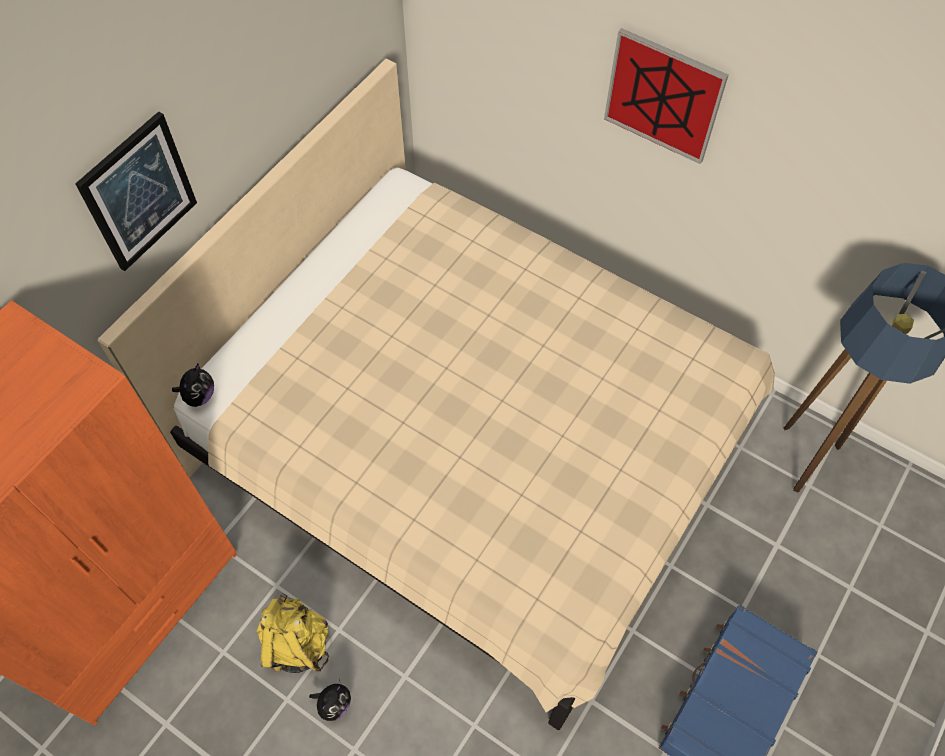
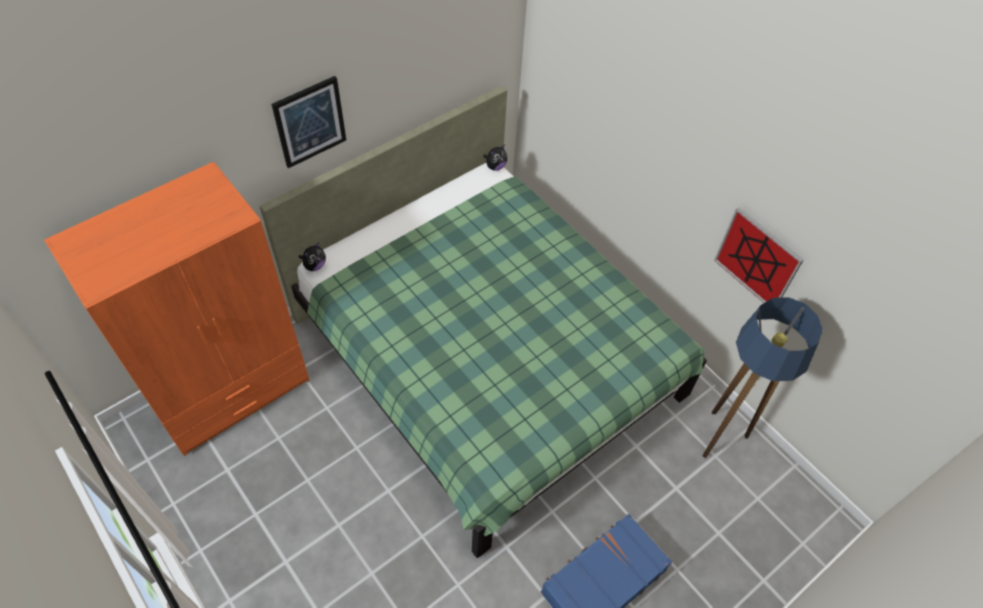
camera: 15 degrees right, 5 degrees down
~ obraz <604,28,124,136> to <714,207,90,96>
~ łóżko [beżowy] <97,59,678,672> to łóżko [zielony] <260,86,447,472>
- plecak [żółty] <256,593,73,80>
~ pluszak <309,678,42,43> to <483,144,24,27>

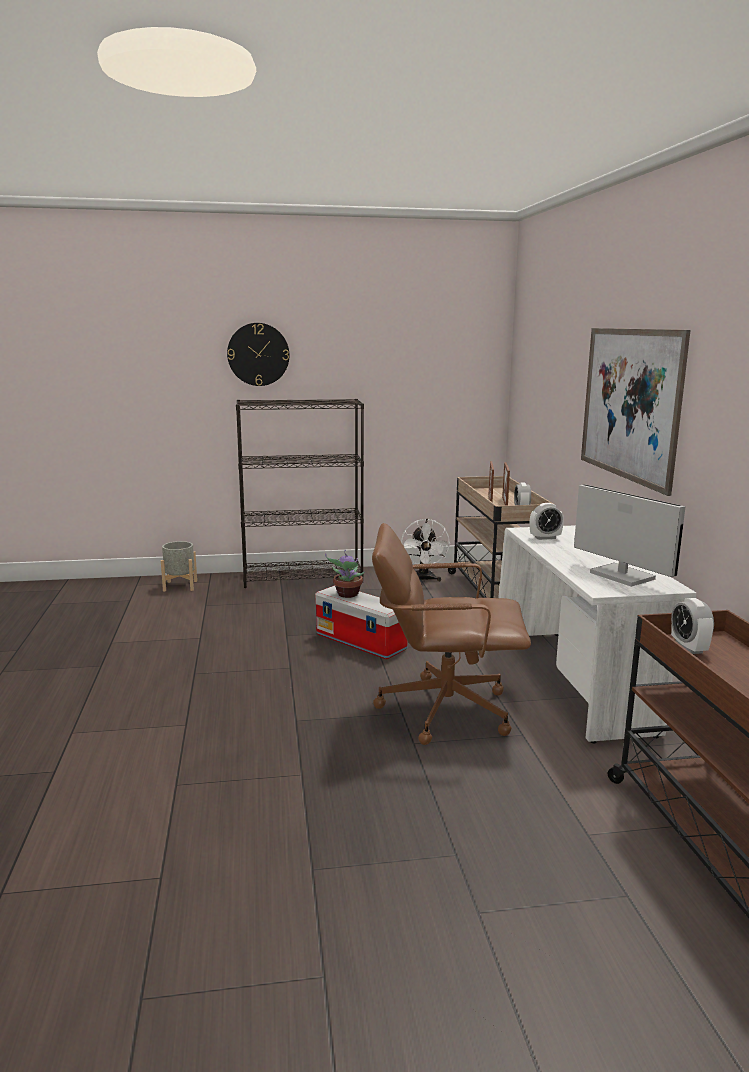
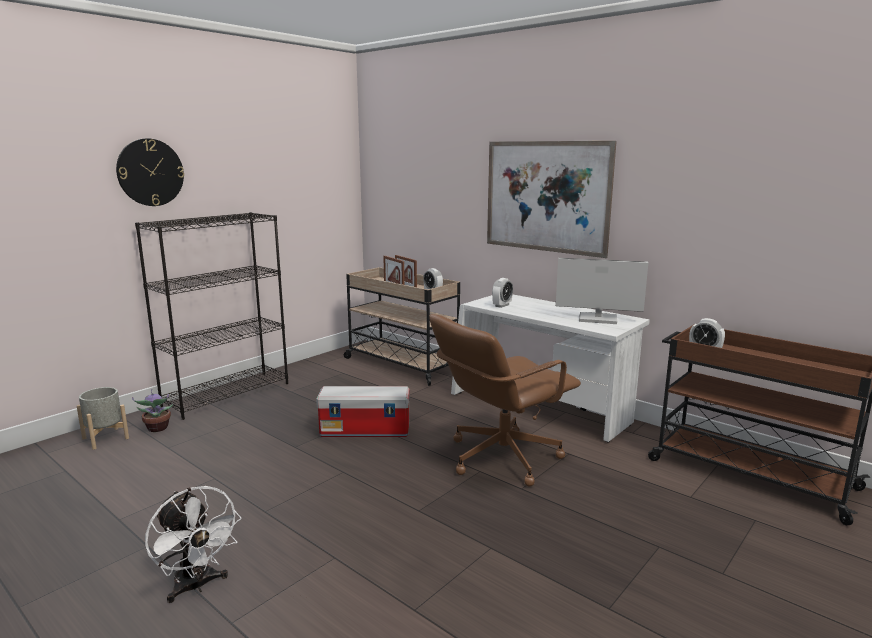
camera: 40 degrees left, 0 degrees up
~ wentylator [biały] <401,519,49,63> to <145,486,96,117>
~ roślina doniczkowa <325,550,40,48> to <132,389,41,43>

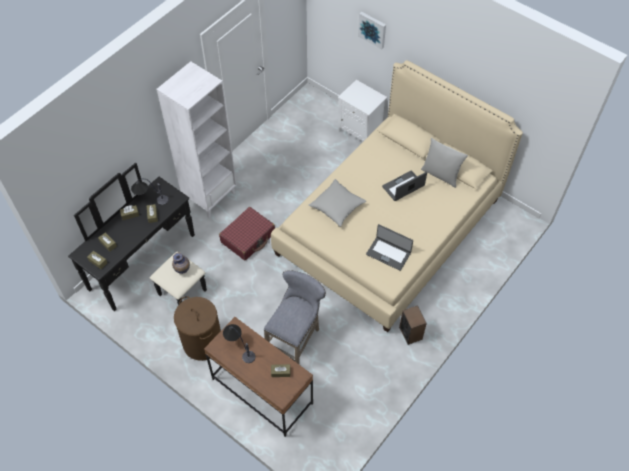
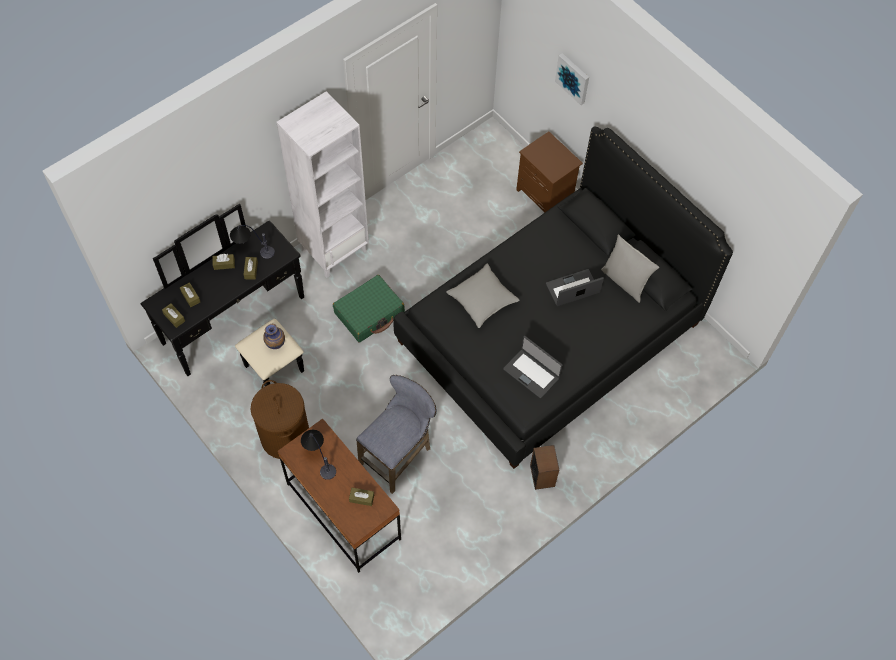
camera: 10 degrees right, 5 degrees up
~ łóżko [beżowy] <271,60,252,272> to łóżko [czarny] <393,126,340,343>
~ szafka nocna [biały] <338,80,49,61> to szafka nocna [brązowy] <516,131,67,81>
~ walizka [czerwony] <219,207,56,54> to walizka [zielony] <333,275,72,67>

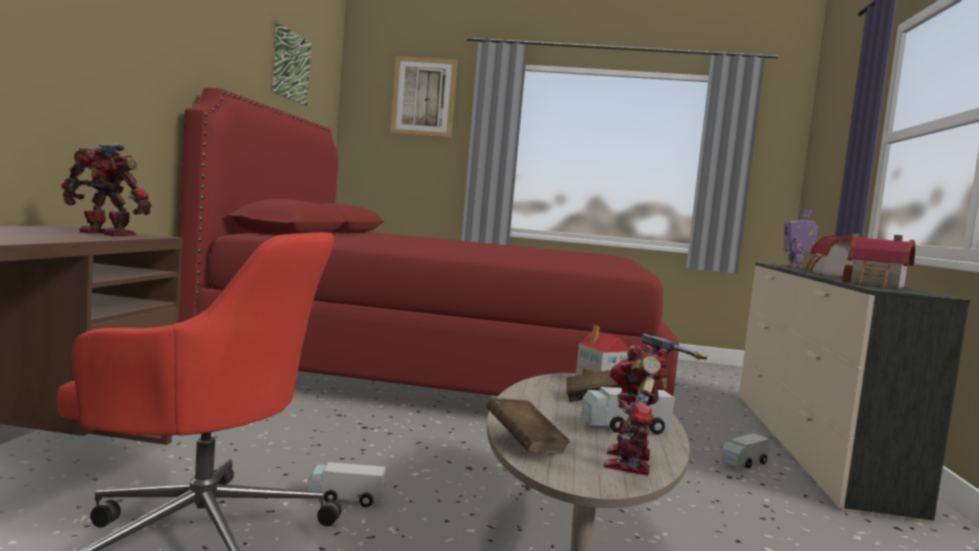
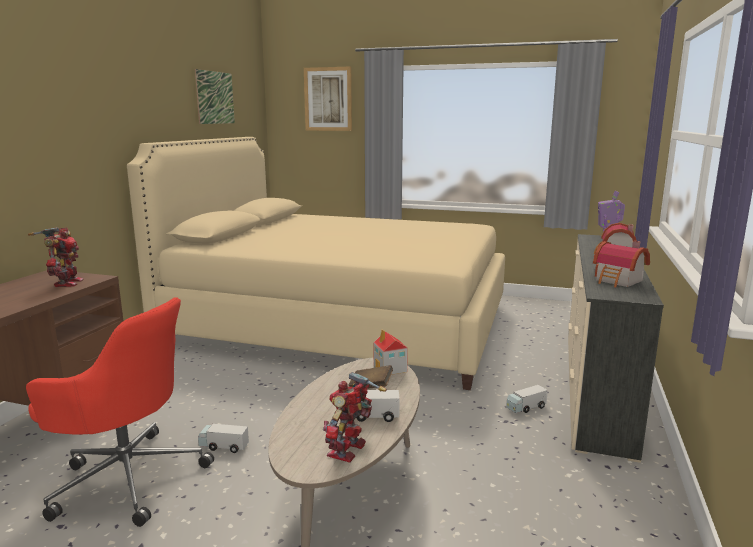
camera: 10 degrees right, 10 degrees up
~ łóżko [czerwony] <179,88,500,308> to łóżko [beżowy] <127,137,378,253>
~ robot zabawkowy <61,143,91,93> = <28,227,56,60> 60 degrees clockwise
- książka [brązowy] <486,398,84,55>

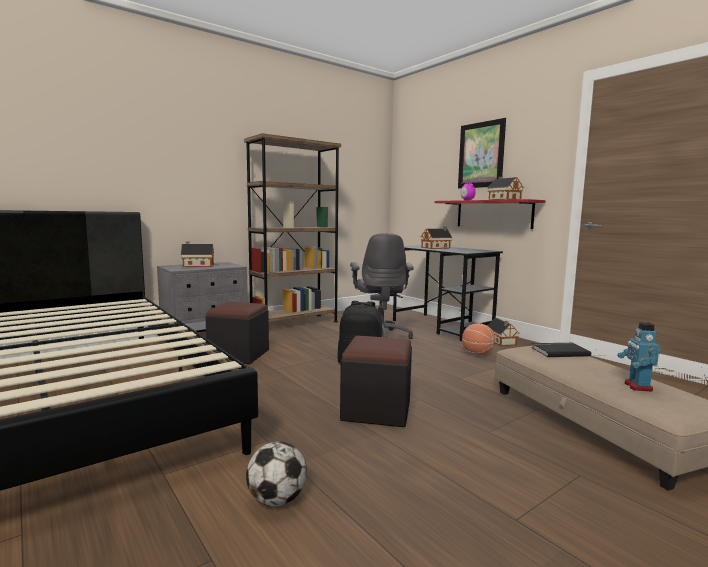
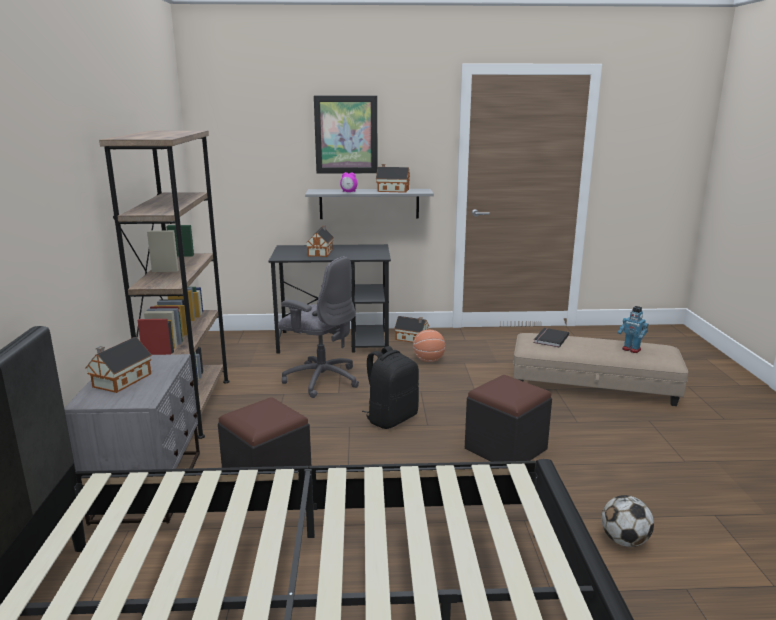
camera: 55 degrees left, 10 degrees up
~ półka [czerwony] <435,199,110,30> to półka [szary] <305,189,129,30>

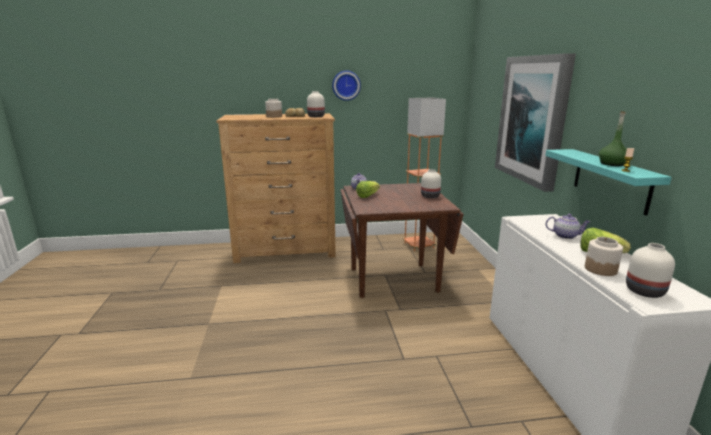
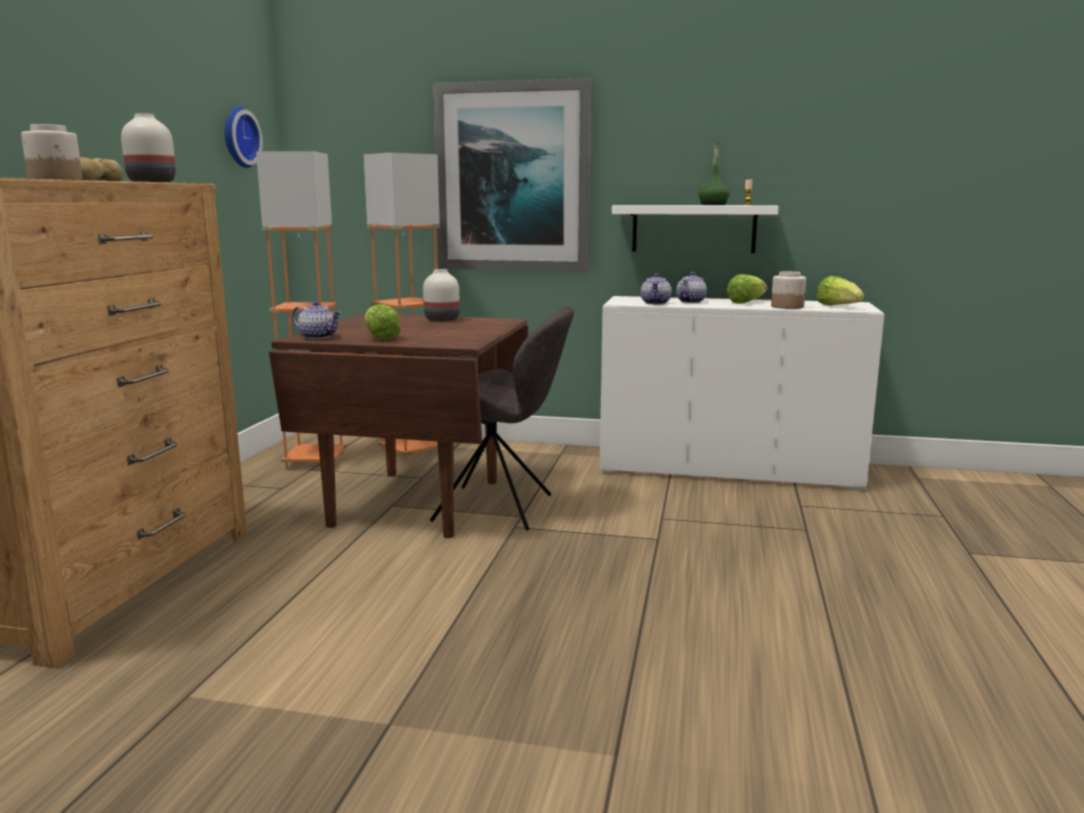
camera: 70 degrees left, 5 degrees down
~ zegar ścienny <332,70,29,31> to <225,107,38,61>
~ półka [turkusowy] <545,149,127,67> to półka [biały] <612,205,167,48>
~ wazon [biały] <626,243,49,55> to sałata <816,276,48,30>
+ lampa stojąca [pomarańczowy] <363,152,77,310>
+ imbryk <641,273,30,32>
+ krzesło [szary] <430,306,144,225>

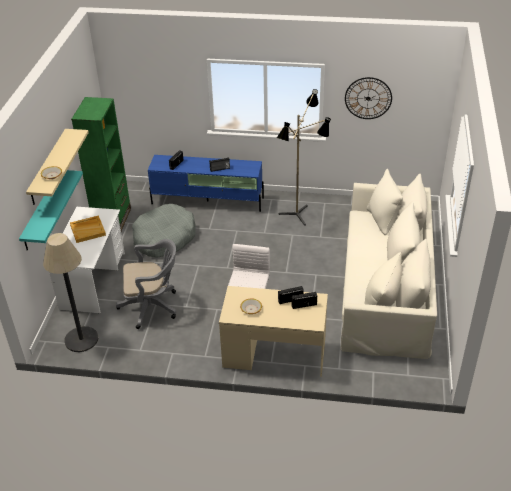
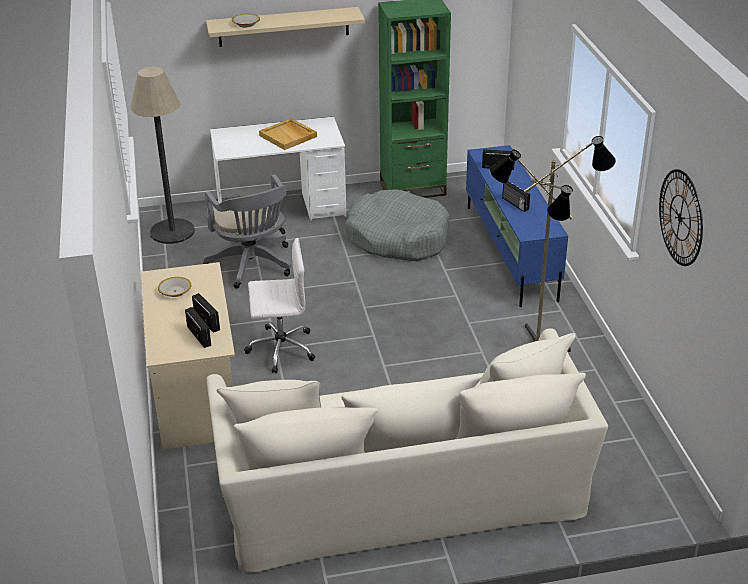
camera: 70 degrees right, 5 degrees down
- półka [turkusowy] <19,170,64,80>

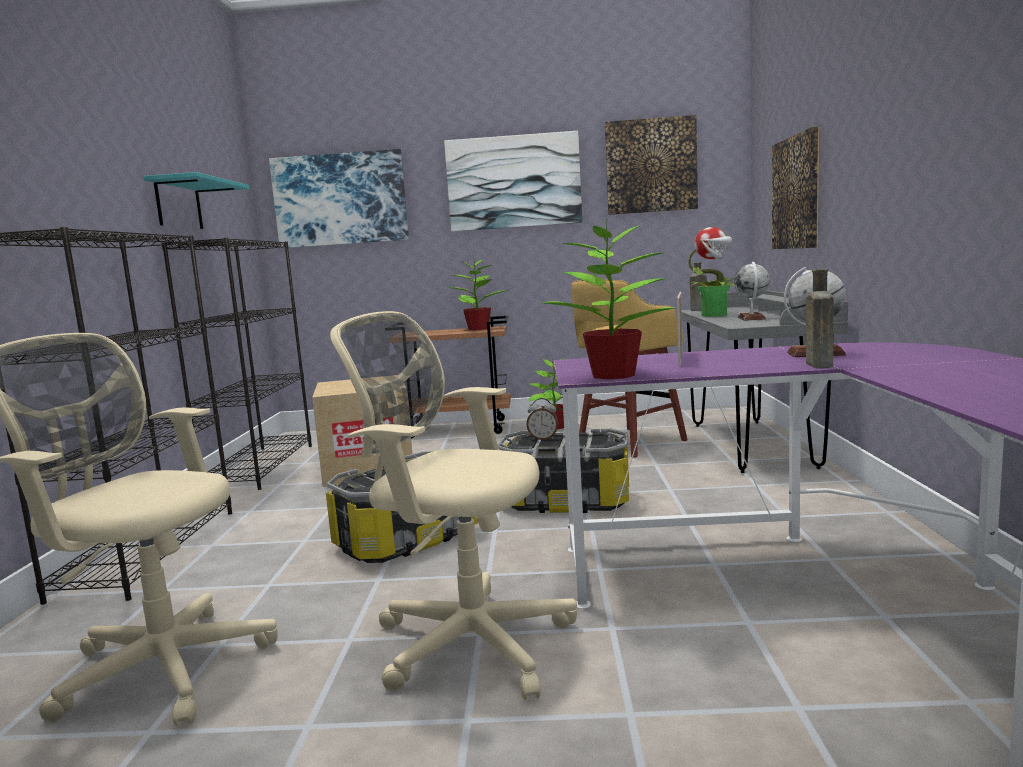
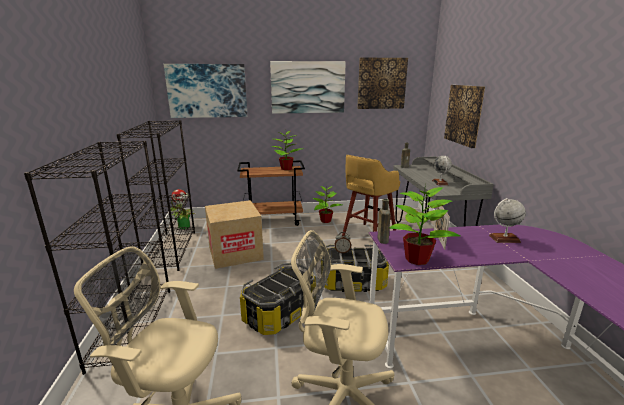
camera: 10 degrees left, 10 degrees up
- półka [turkusowy] <144,172,106,57>
~ roślina doniczkowa <688,227,47,89> to <171,189,24,40>
~ butelka [brązowy] <805,269,29,99> to <378,199,13,45>

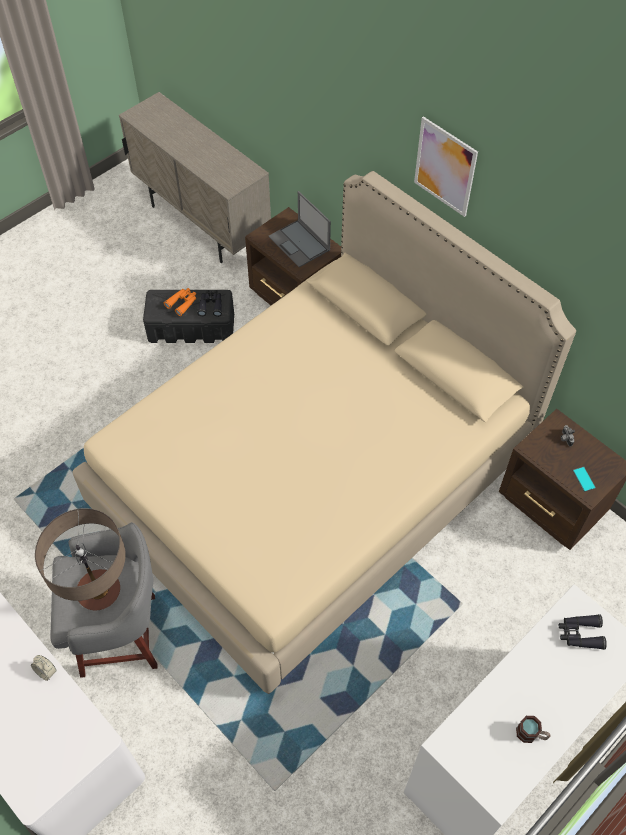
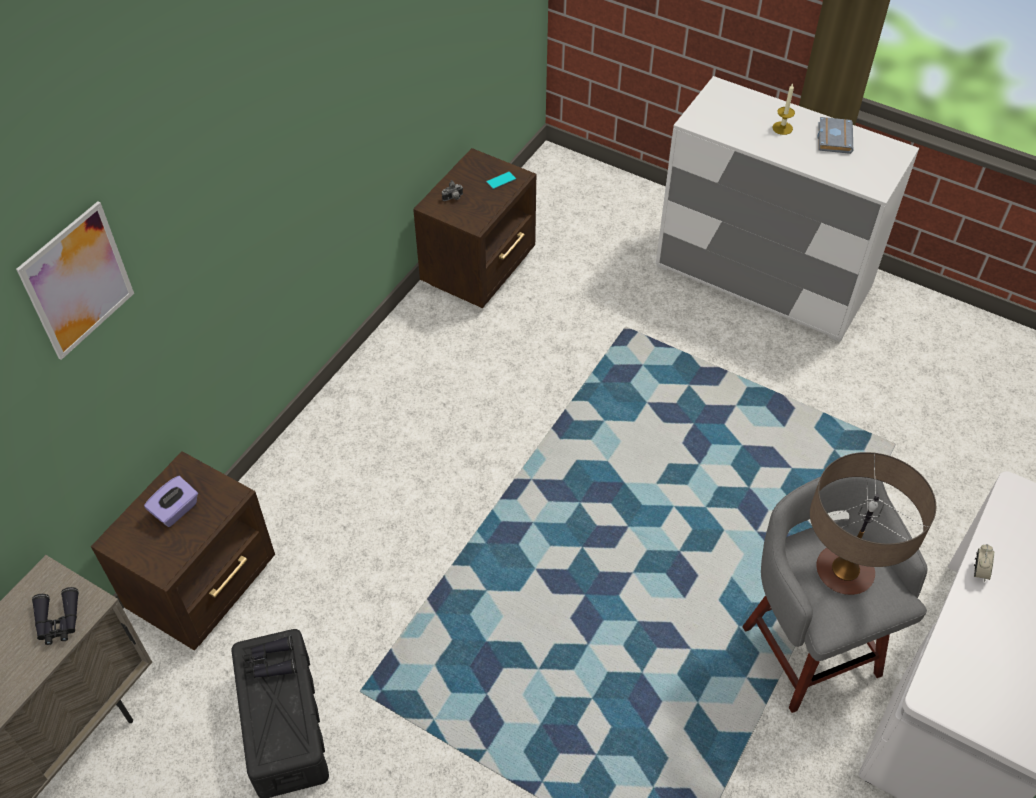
camera: 105 degrees left, 5 degrees down
~ obraz <414,116,64,101> to <16,201,118,159>
- łóżko [beżowy] <72,171,504,523>
~ laptop <269,191,62,76> to pudełko chusteczek [fioletowy] <144,476,54,51>
- lornetka [pomarańczowy] <164,288,32,28>
~ lornetka [czarny] <559,614,48,36> to <32,587,47,58>
~ kubek <516,716,34,27> to książka [szary] <818,117,35,37>
+ świeca <773,83,22,52>

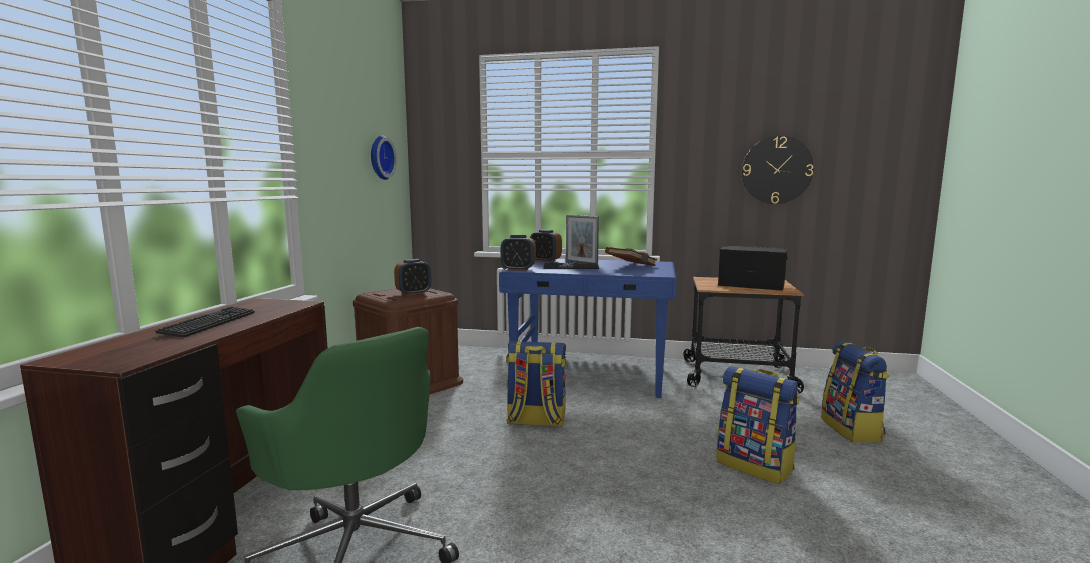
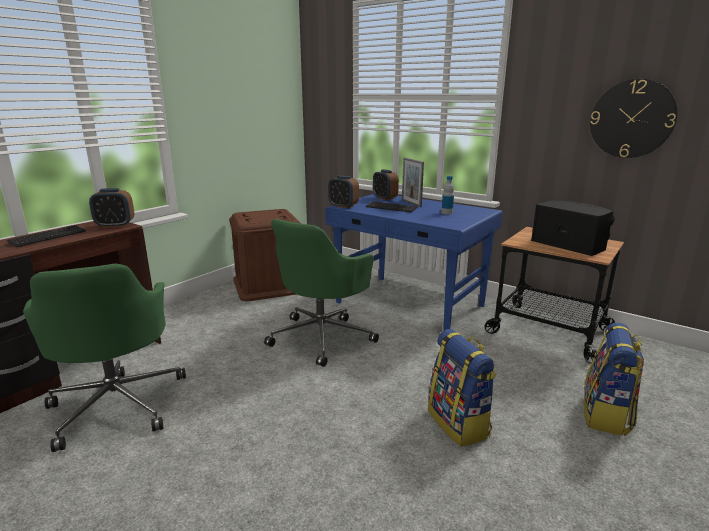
camera: 25 degrees right, 10 degrees up
- zegar ścienny <371,135,26,45>
~ książka [brązowy] <605,247,52,19> to butelka <441,176,13,38>
~ budzik <394,259,37,37> to <89,188,45,40>
~ plecak <506,341,60,86> to krzesło biurowe [zielony] <264,219,115,148>

